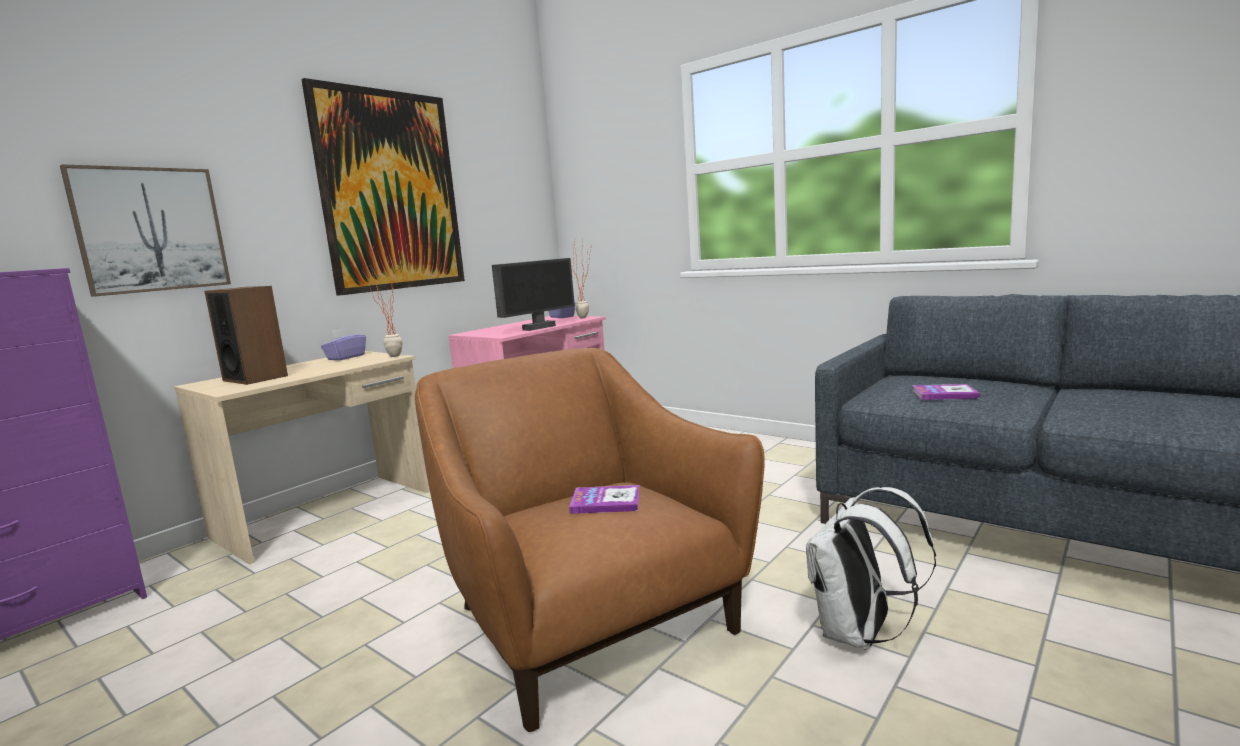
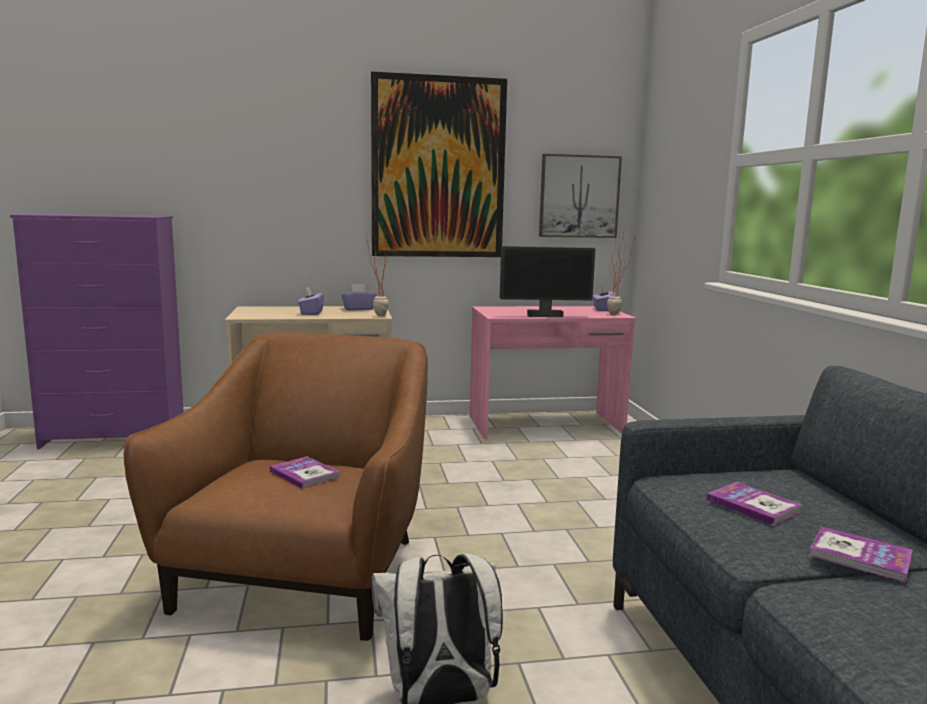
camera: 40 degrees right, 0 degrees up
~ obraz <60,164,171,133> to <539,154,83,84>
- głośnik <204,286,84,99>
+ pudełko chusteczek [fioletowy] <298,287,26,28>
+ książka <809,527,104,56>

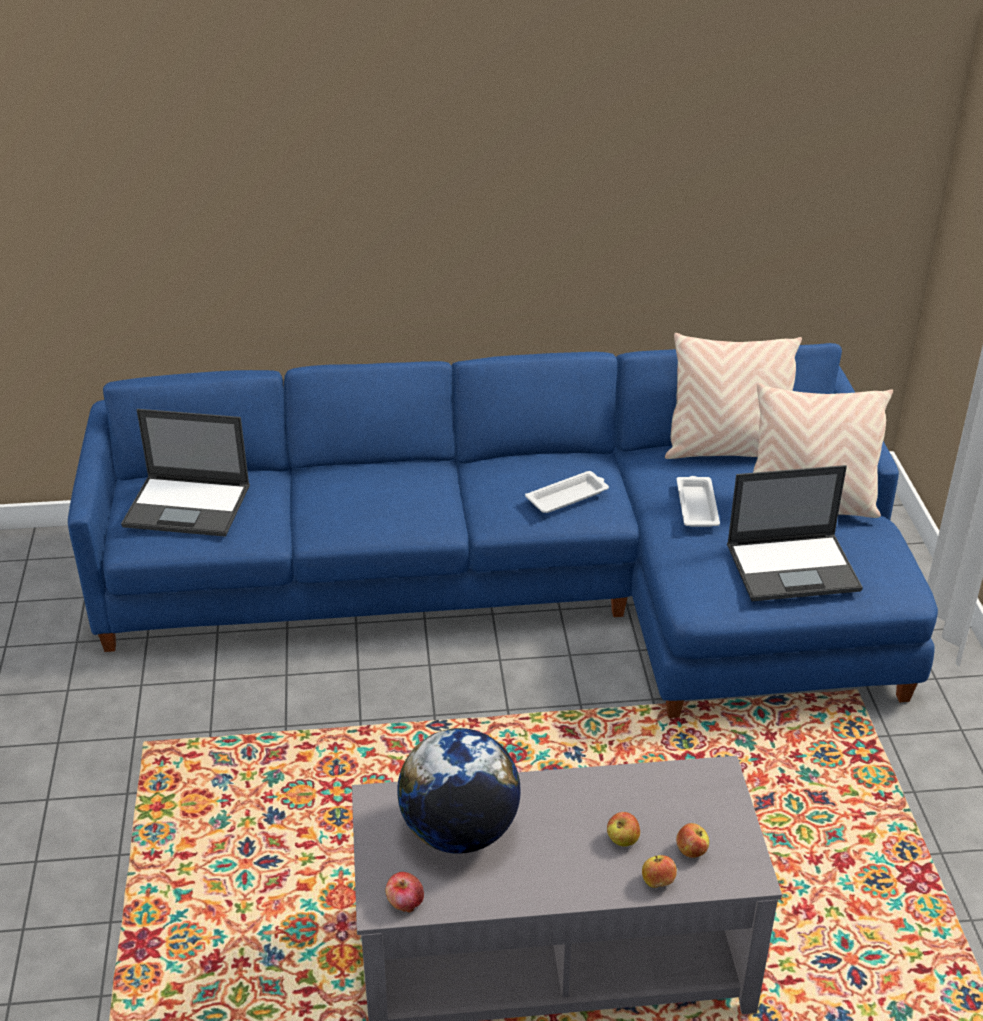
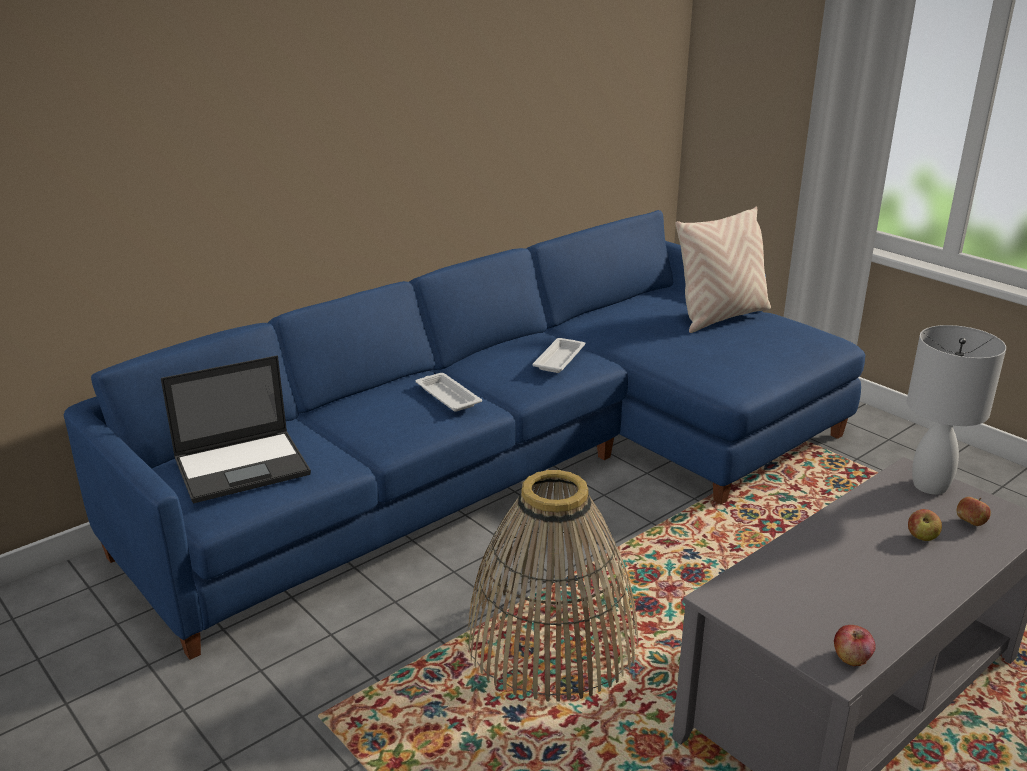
camera: 35 degrees left, 10 degrees down
- poduszka [beżowy] <665,333,137,126>
- laptop <727,465,136,136>
~ taca [biały] <677,476,43,51> to <416,373,66,39>
- globus <397,728,124,126>
- jabłko <642,855,35,33>
+ lampa stołowa [biały] <907,325,99,170>
+ koszyk <466,470,172,232>

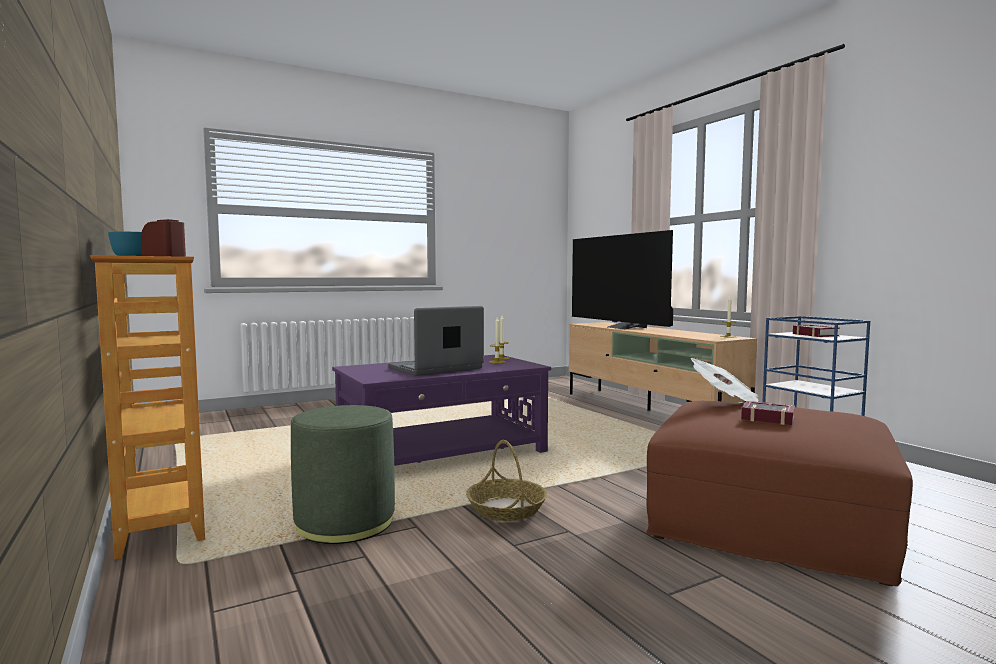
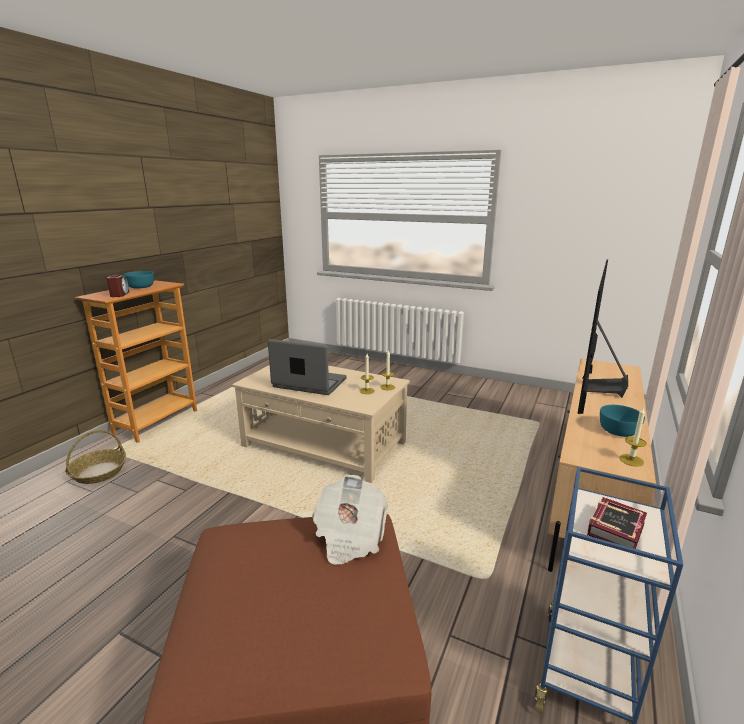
camera: 55 degrees right, 15 degrees up
~ ława [fioletowy] <332,354,219,112> to ława [beżowy] <232,365,178,118>
- książka <741,401,54,24>
- pufa [zielony] <291,405,104,139>
~ koszyk <466,440,81,81> to <66,430,60,54>
+ miska [turkusowy] <600,405,45,32>

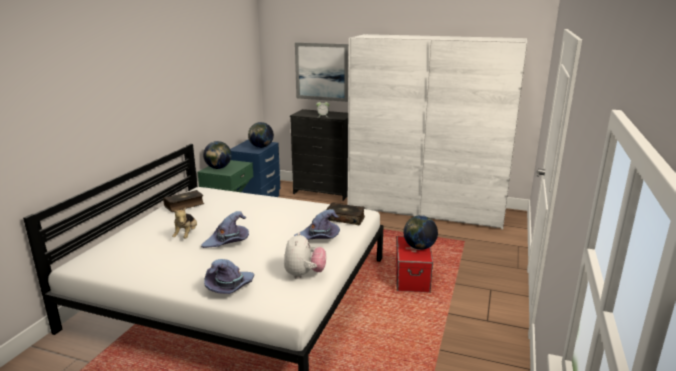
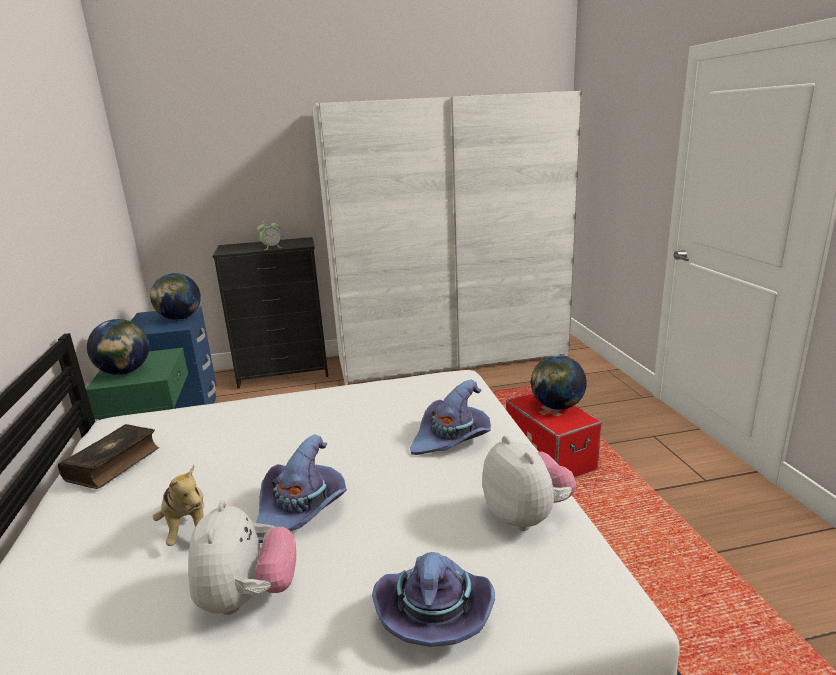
camera: 30 degrees left, 0 degrees up
- obraz <295,42,53,60>
- książka <326,203,39,22>
+ pluszak <188,500,108,115>

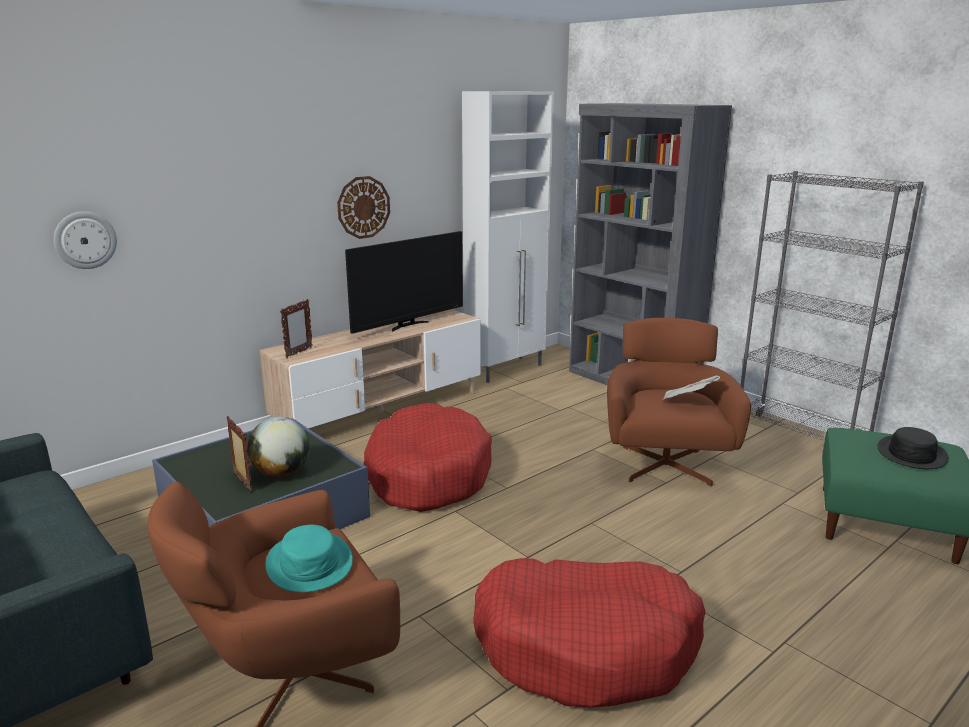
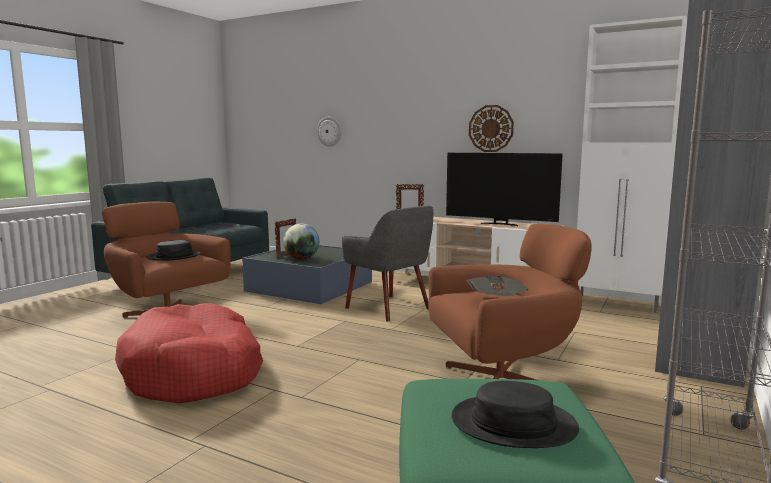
camera: 70 degrees right, 10 degrees down
~ legowisko [czerwony] <363,403,129,109> to fotel [szary] <342,206,91,115>
~ kapelusz [turkusowy] <265,525,88,67> to kapelusz [czarny] <146,240,56,21>

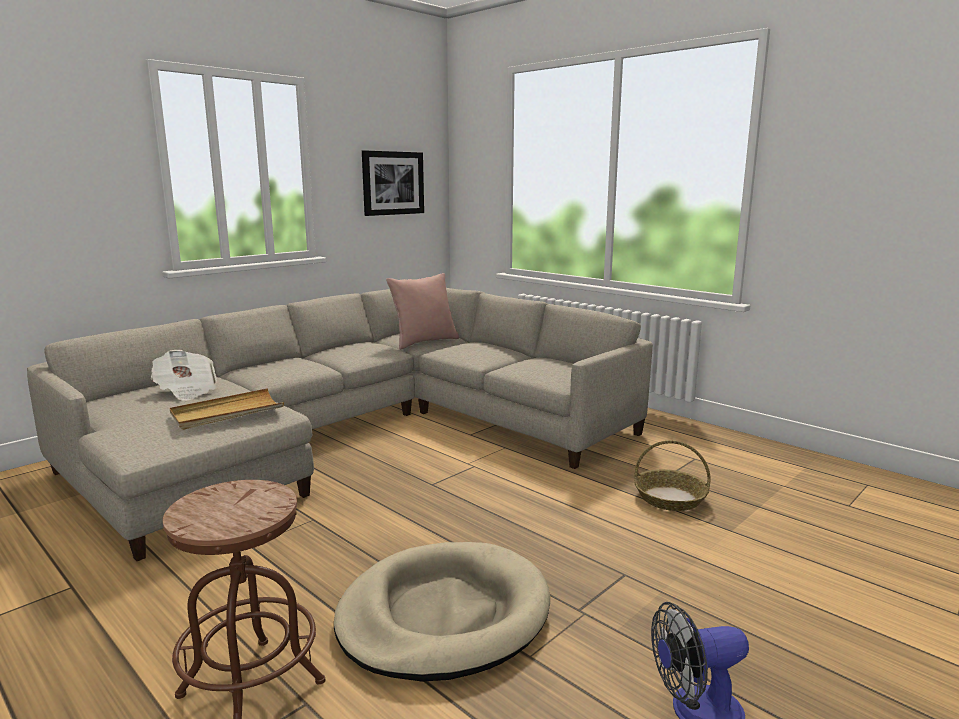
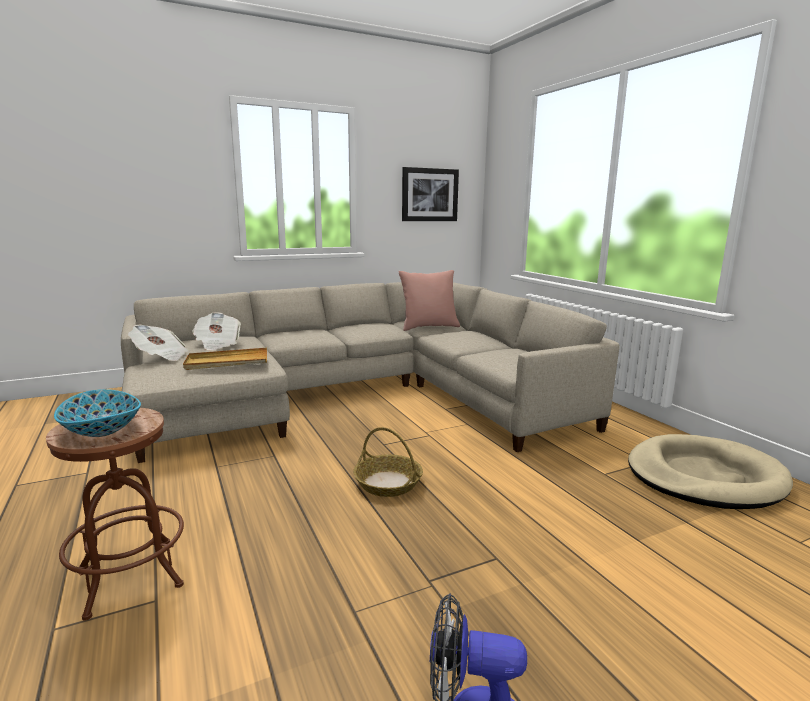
camera: 20 degrees right, 0 degrees up
~ koszyk <634,440,77,71> to <353,427,70,70>
~ legowisko [beżowy] <334,542,216,140> to <628,434,165,75>
+ gazeta <128,325,60,36>
+ miska <54,389,87,48>

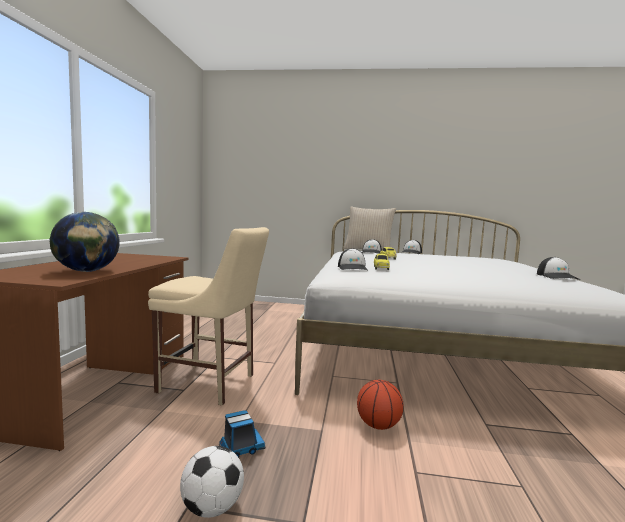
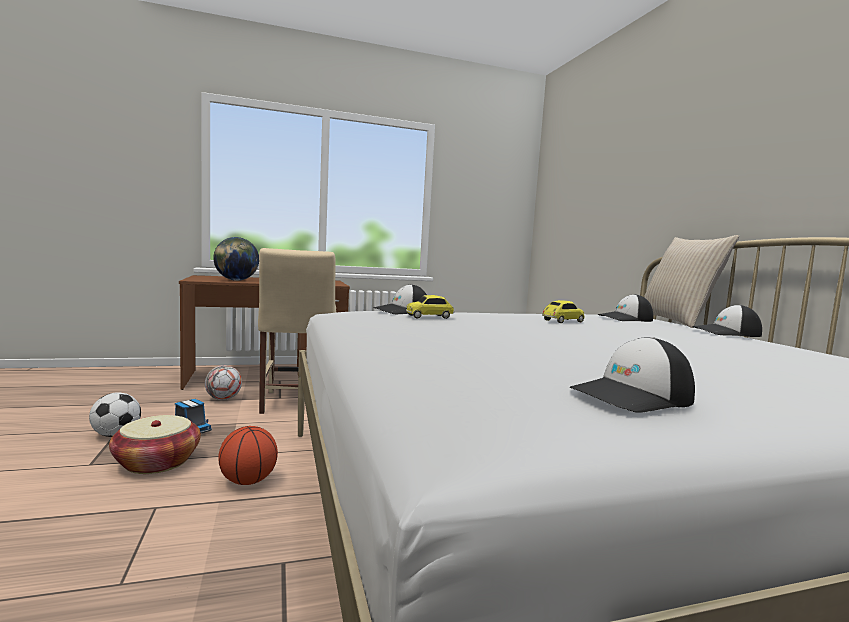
camera: 65 degrees right, 0 degrees up
+ piłka futbolowa <205,365,37,35>
+ koszyk <109,415,92,59>

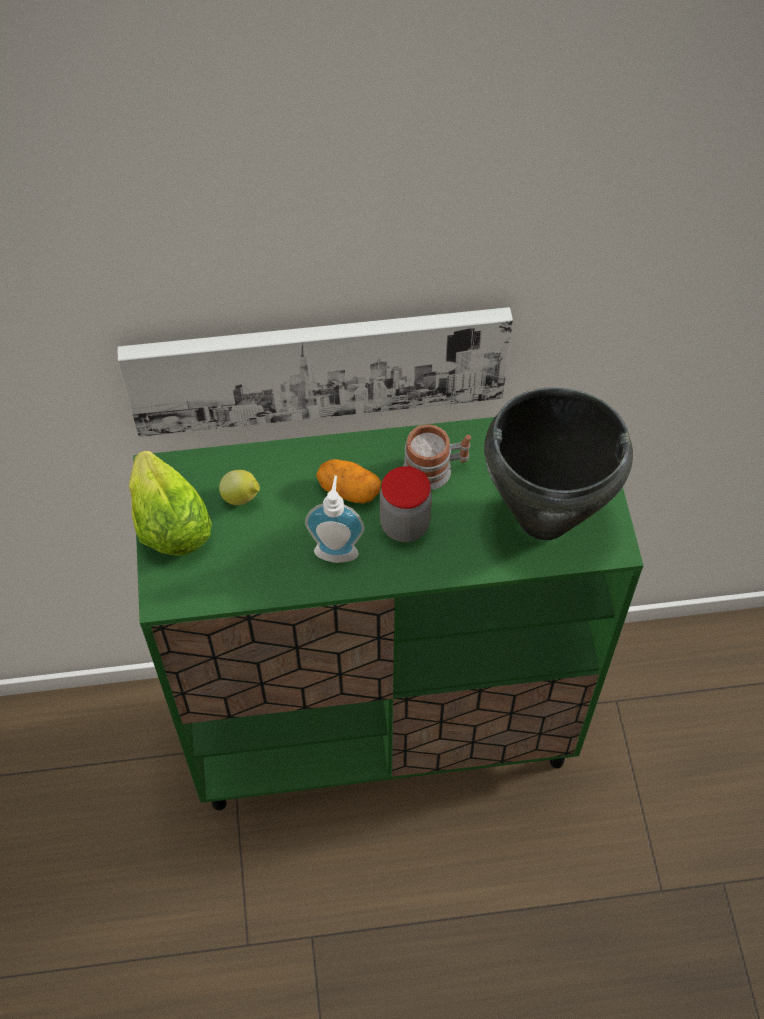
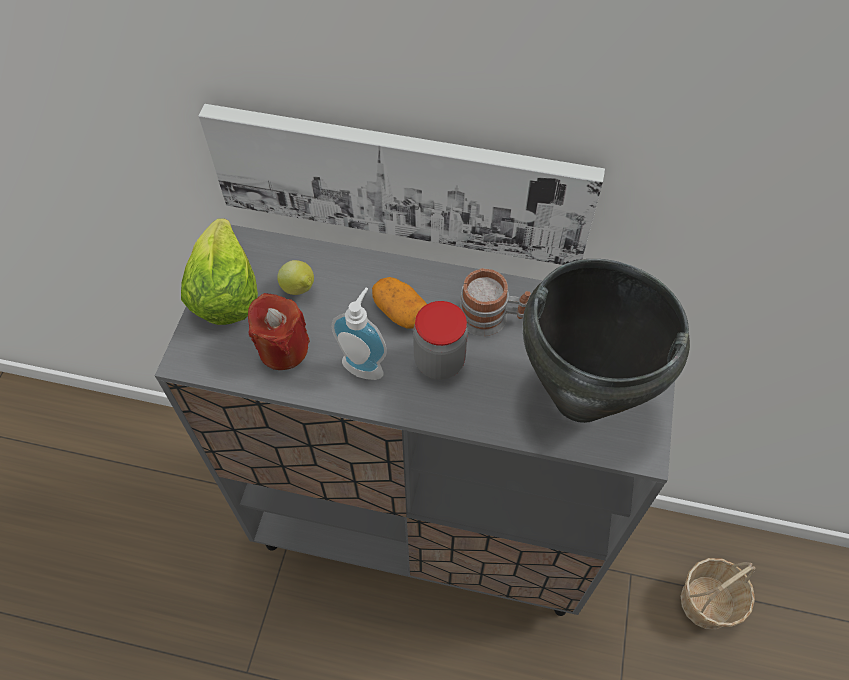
camera: 20 degrees right, 0 degrees up
~ szafka [zielony] <133,417,511,393> to szafka [szary] <155,225,520,391>
+ świeca [czerwony] <248,293,62,77>
+ koszyk <681,558,74,72>

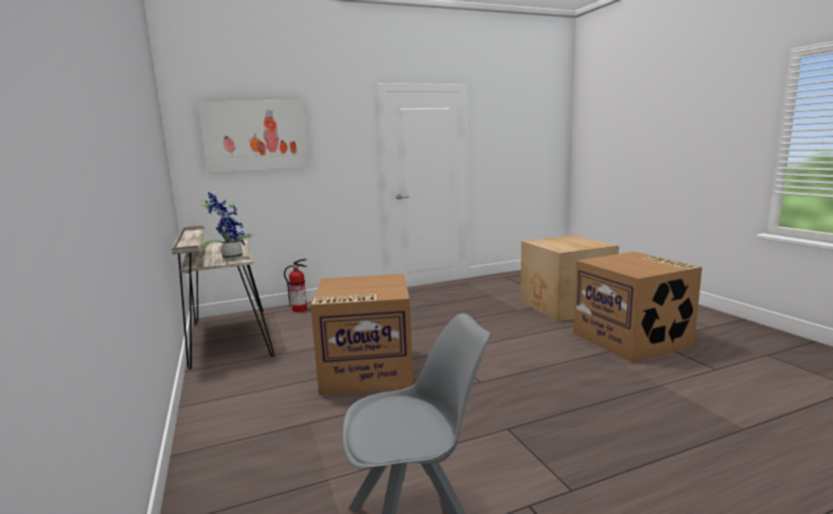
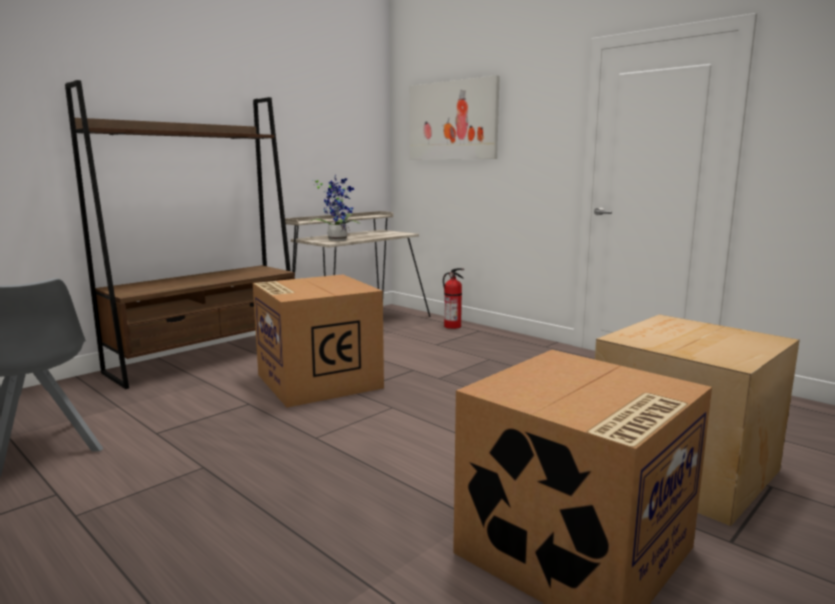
camera: 65 degrees right, 0 degrees up
+ regał [brązowy] <65,80,230,309>

